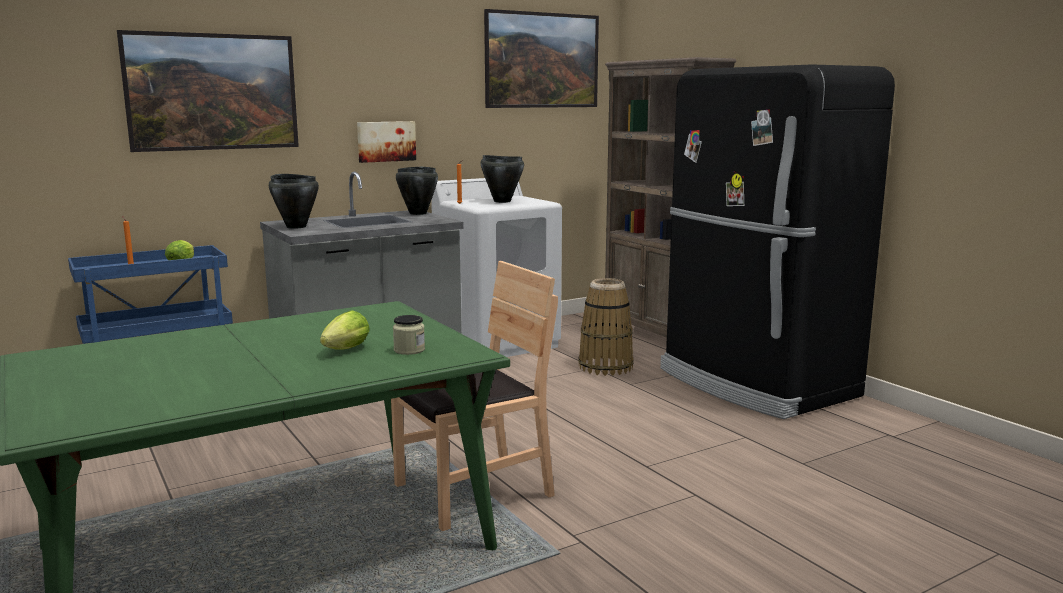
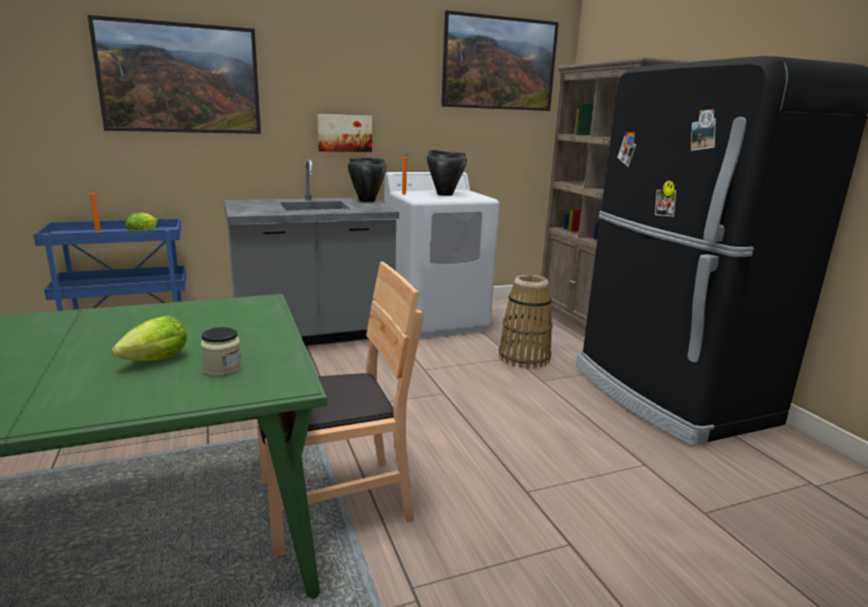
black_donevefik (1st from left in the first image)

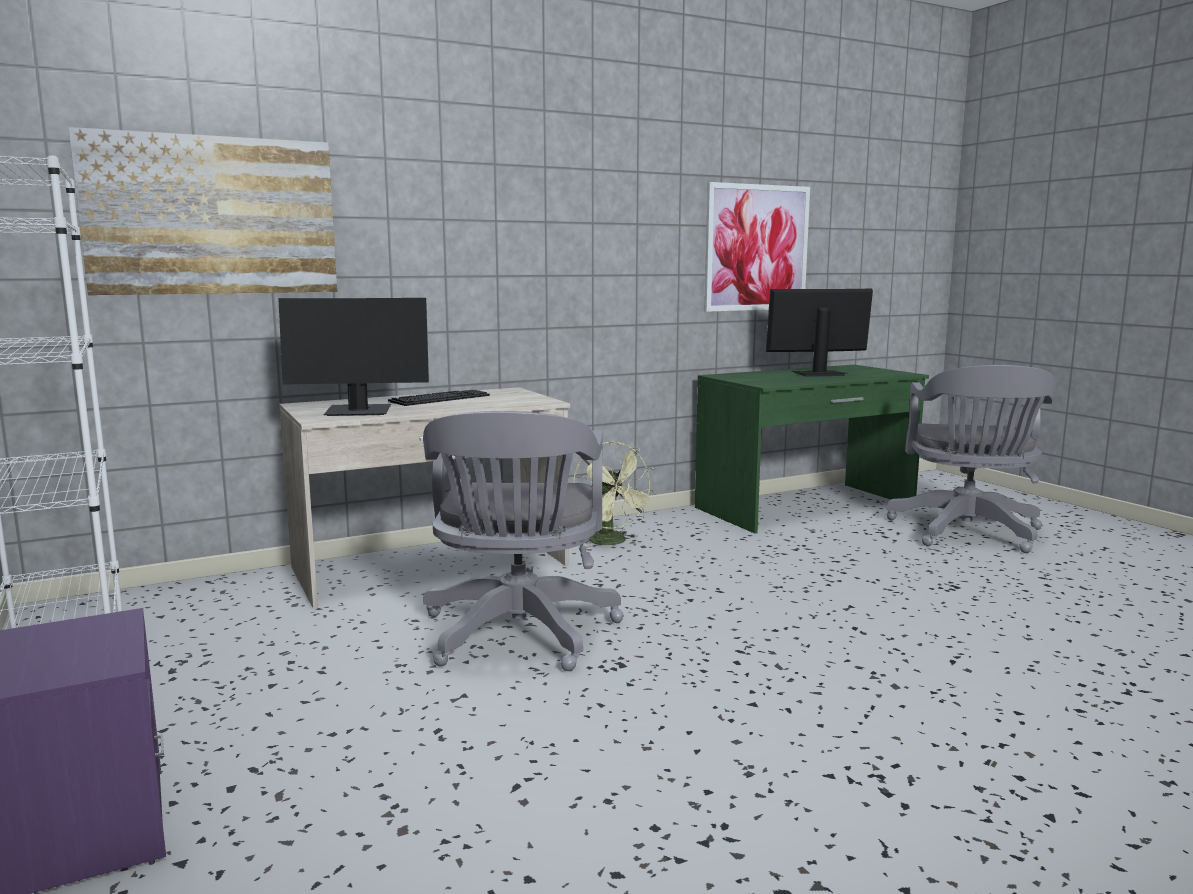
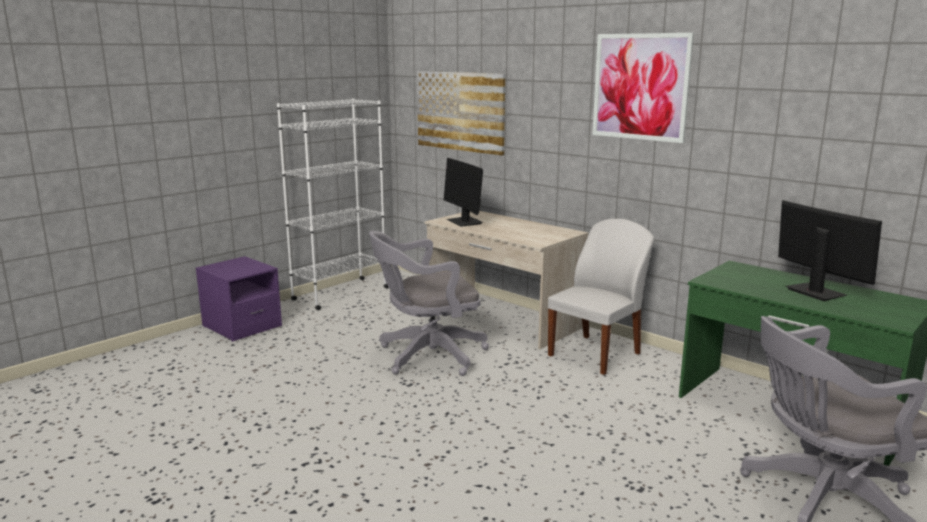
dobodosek (2nd from left)
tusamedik
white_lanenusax

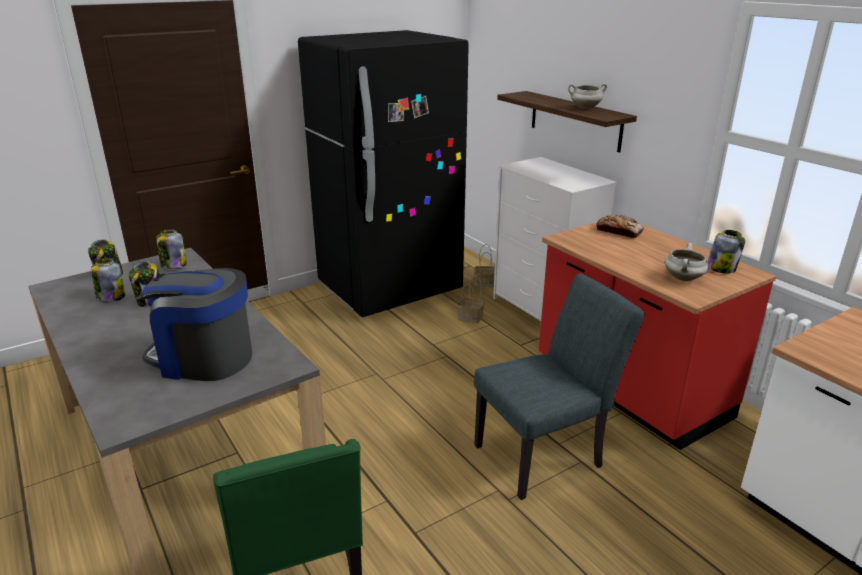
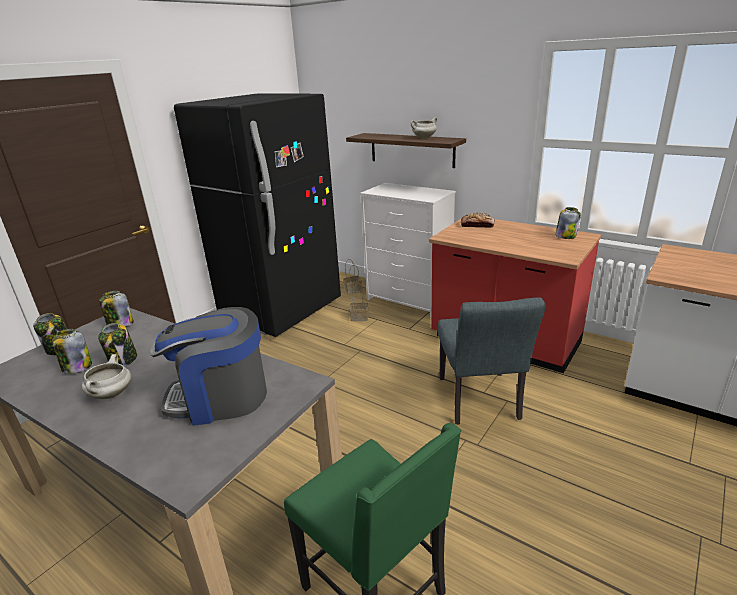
white_donevefik (1st from left)
grey_lanenusax

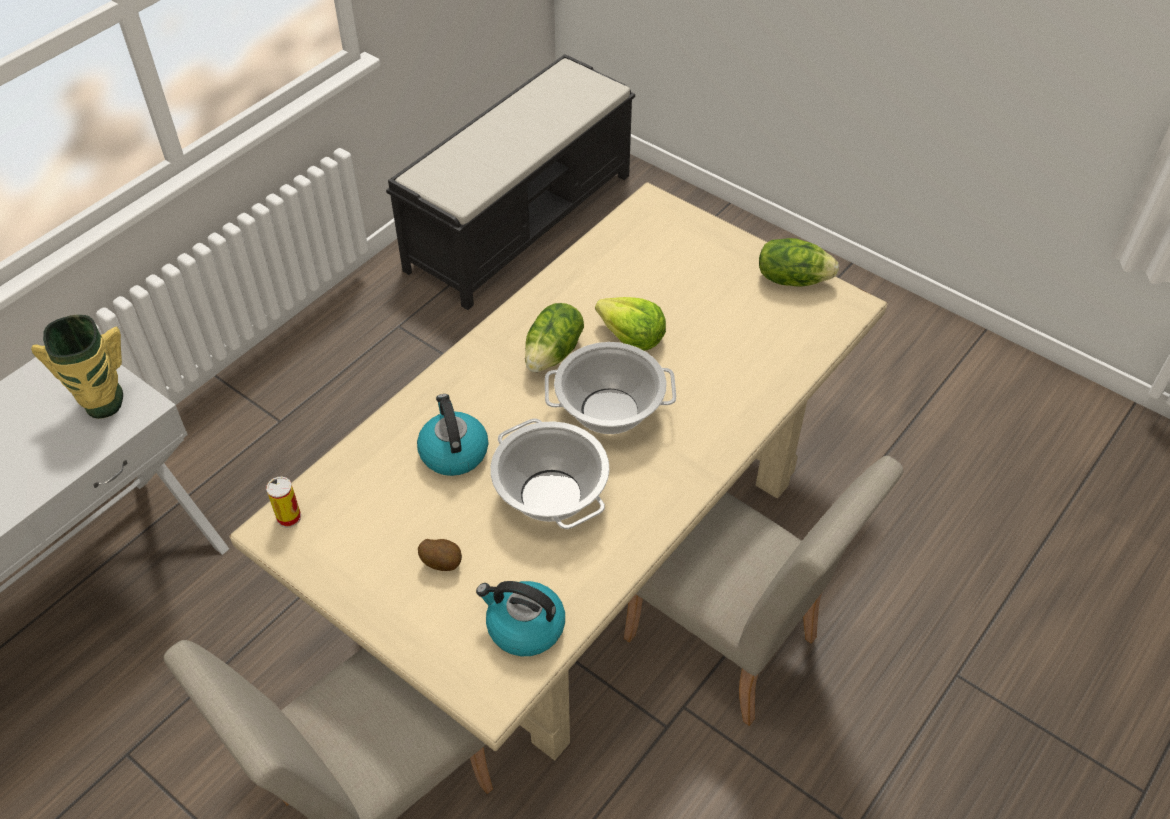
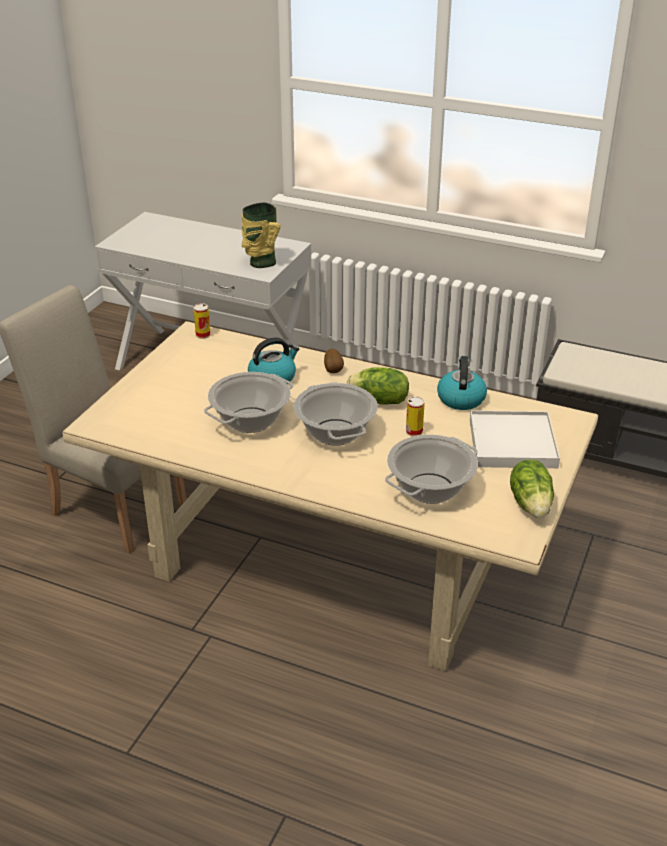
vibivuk (2nd from left)
beige_lanenusax (2nd from left in the first image)
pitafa
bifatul (2nd from left)
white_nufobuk
donevefik (3rd from left)

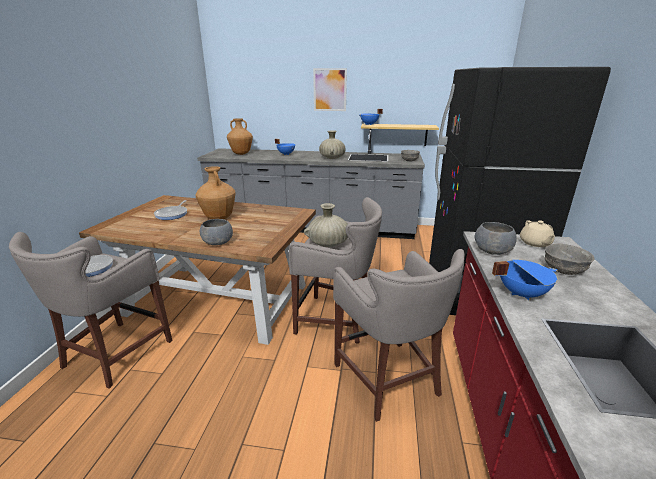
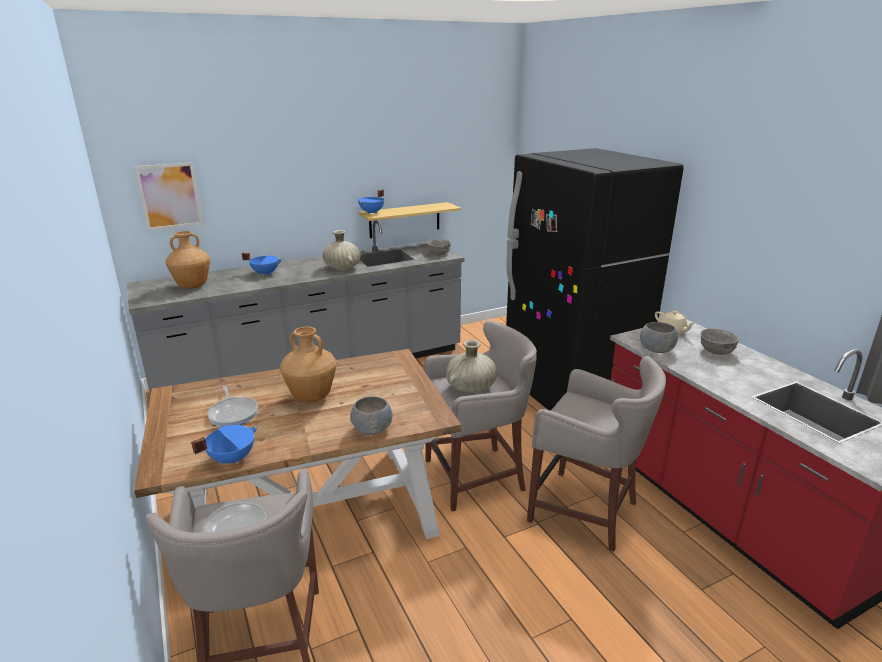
dobodosek
blue_donevefik (1st from left)

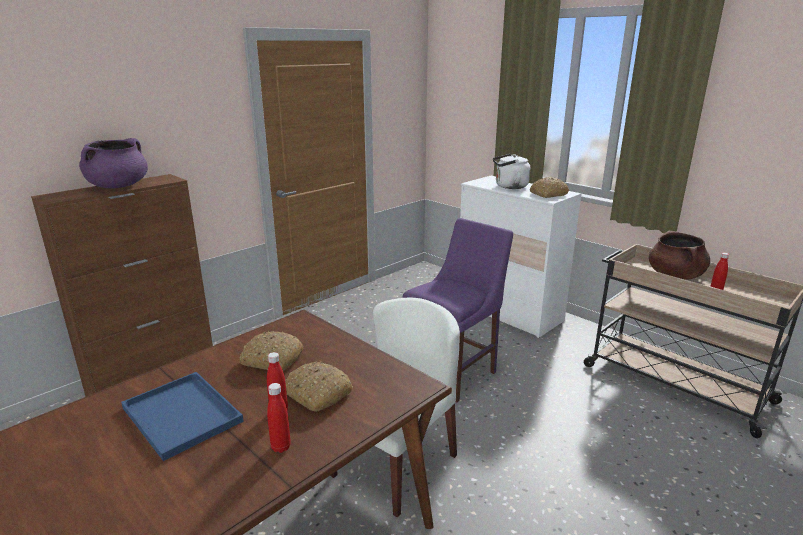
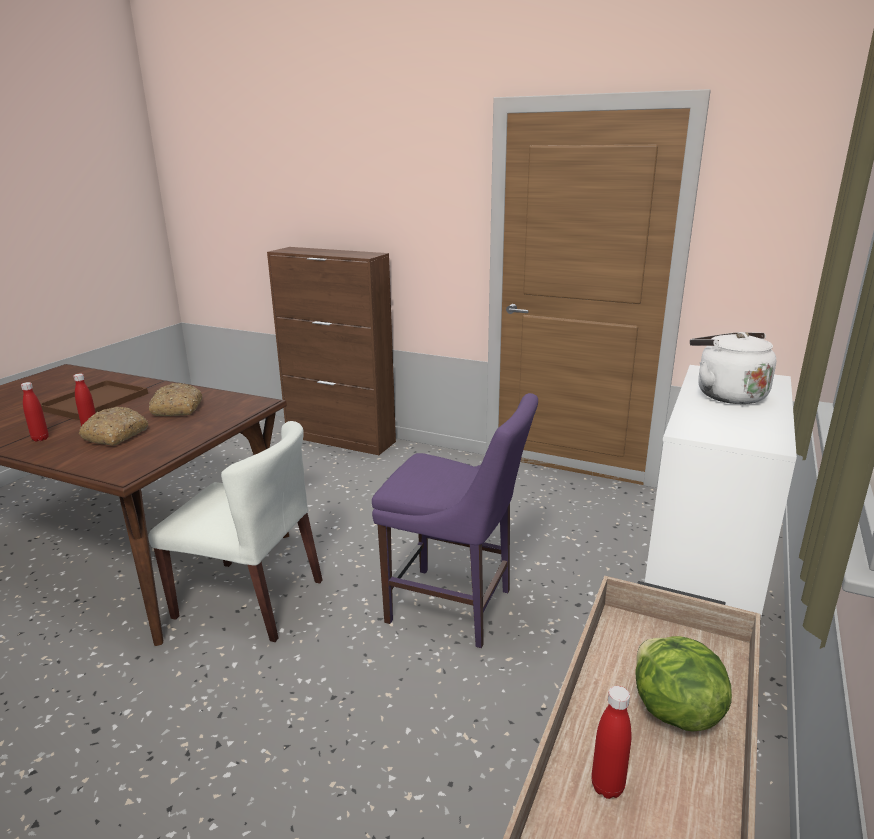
purple_donevefik
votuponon (3rd from left in the first image)
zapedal
brown_nufobuk

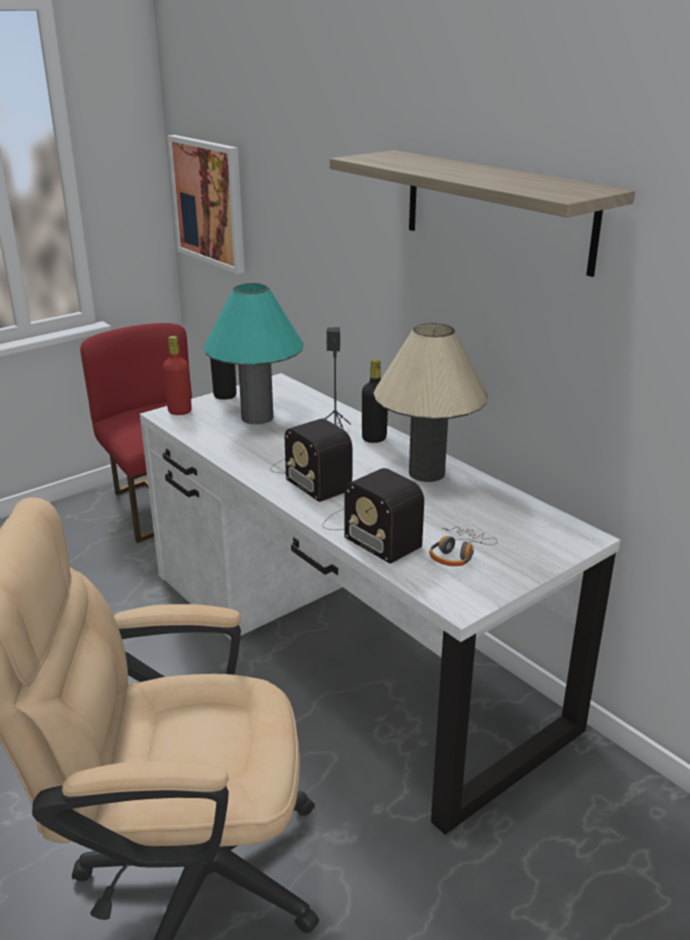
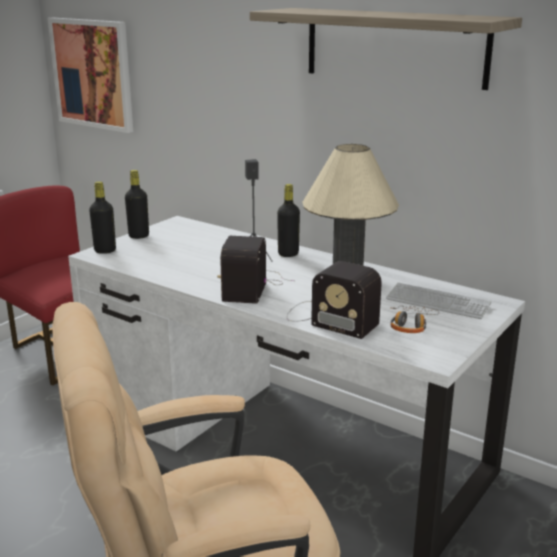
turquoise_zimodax
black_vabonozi (1st from left)
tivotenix (1st from left)
tusamedik

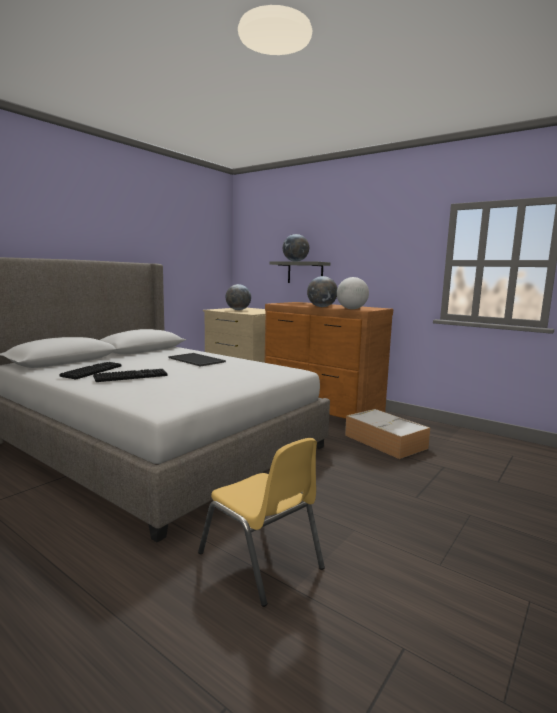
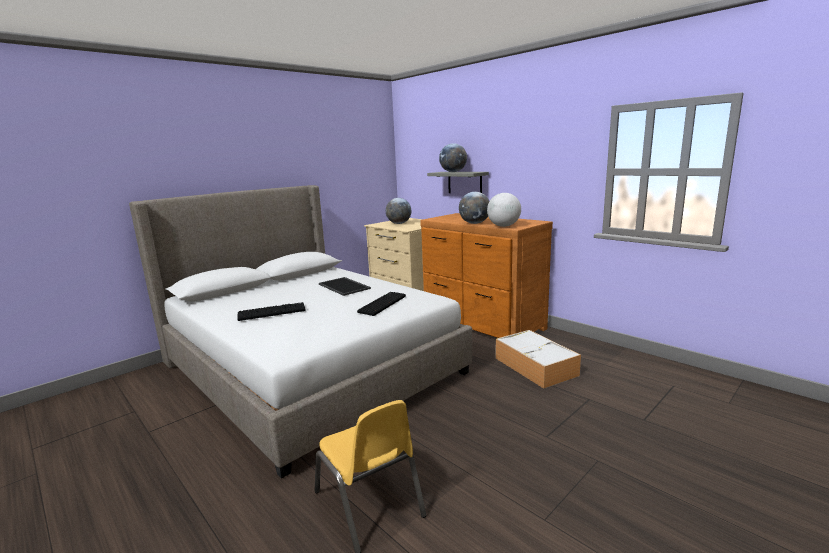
tusamedik (2nd from left)

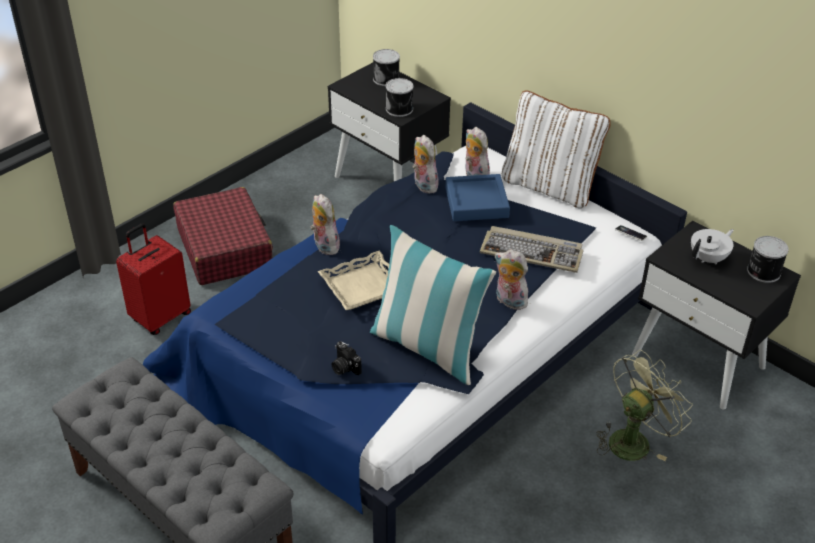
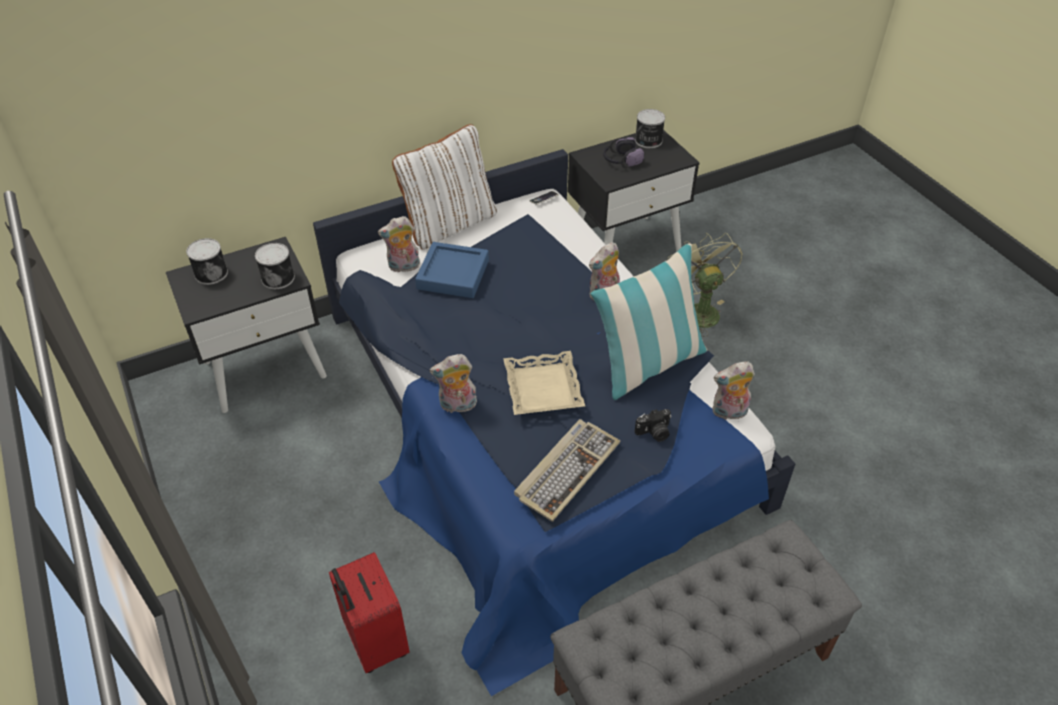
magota (4th from left)
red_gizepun (2nd from left in the first image)
tusamedik
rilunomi

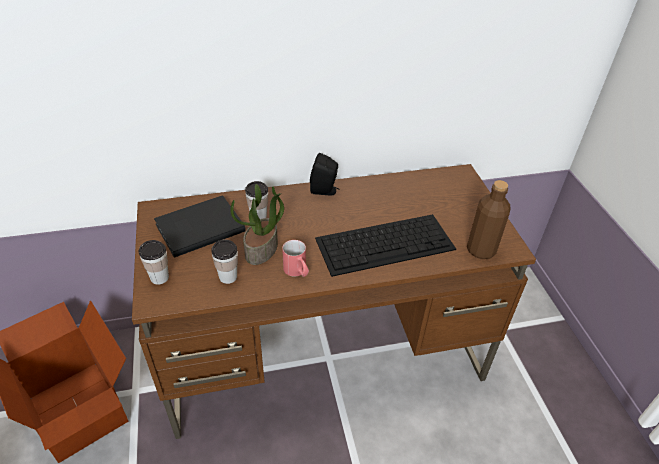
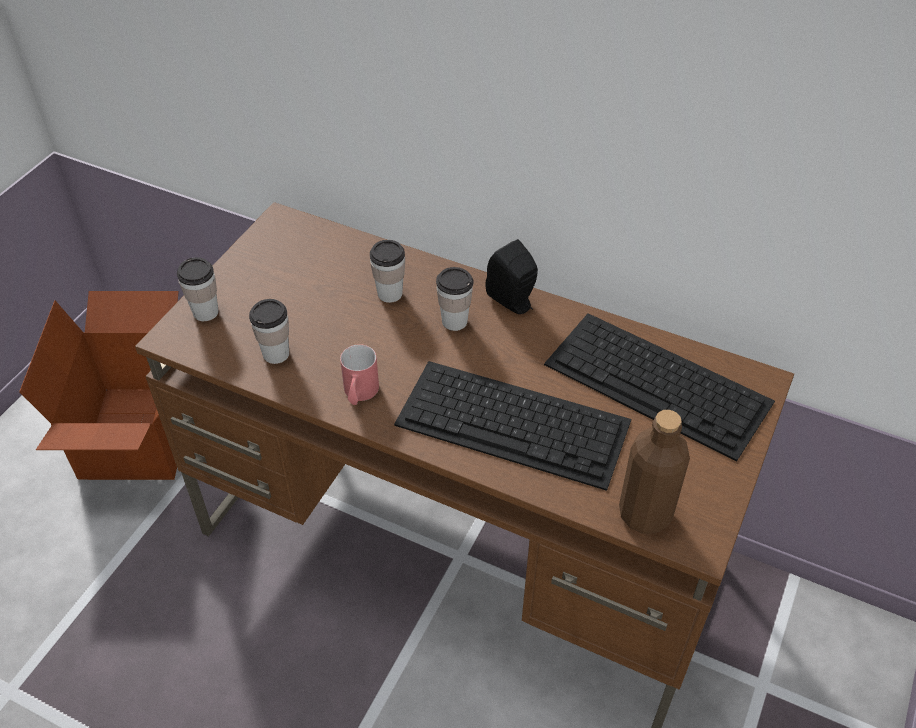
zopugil
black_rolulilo
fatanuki (4th from left)
tusamedik (2nd from left)

